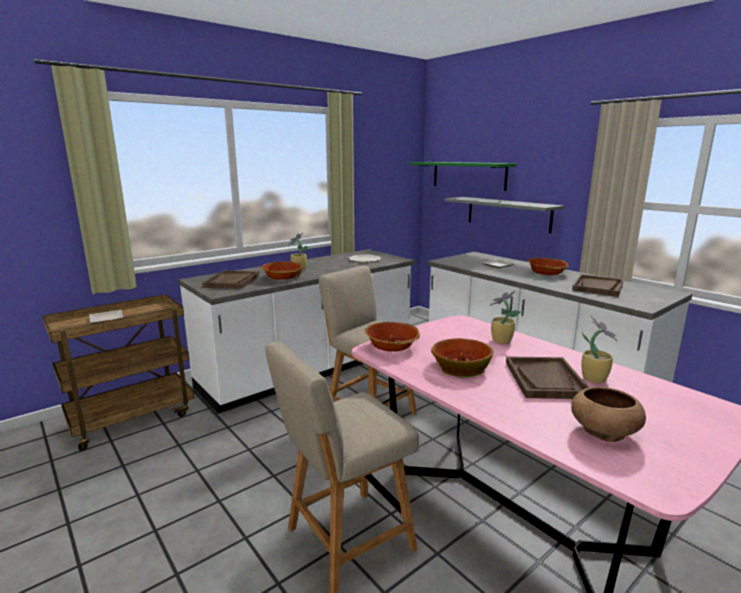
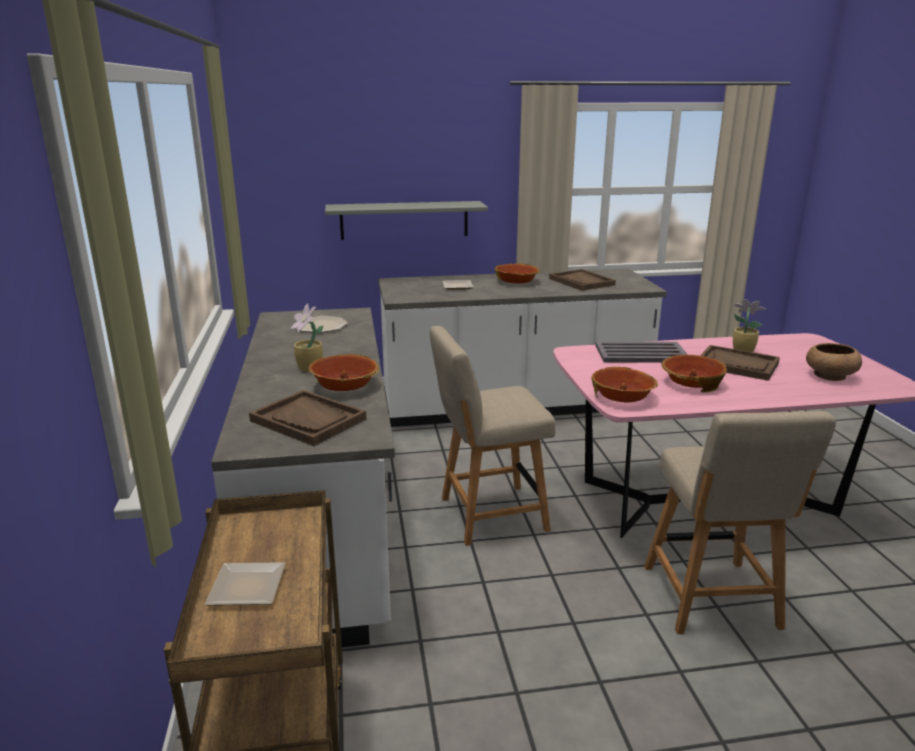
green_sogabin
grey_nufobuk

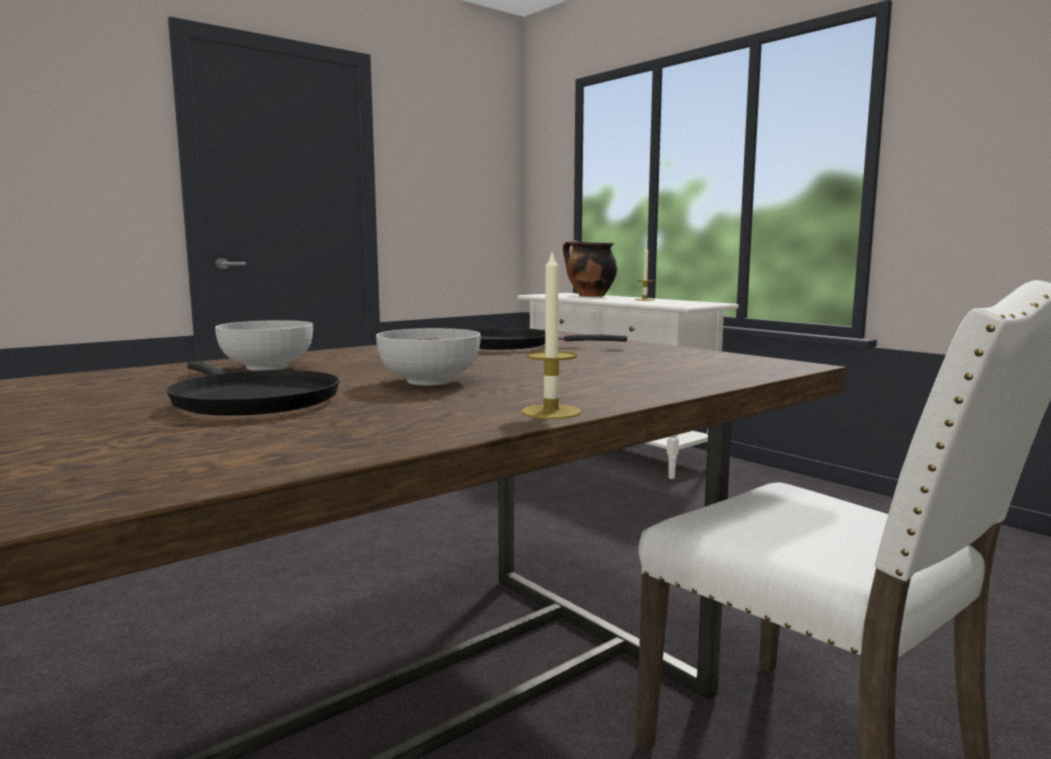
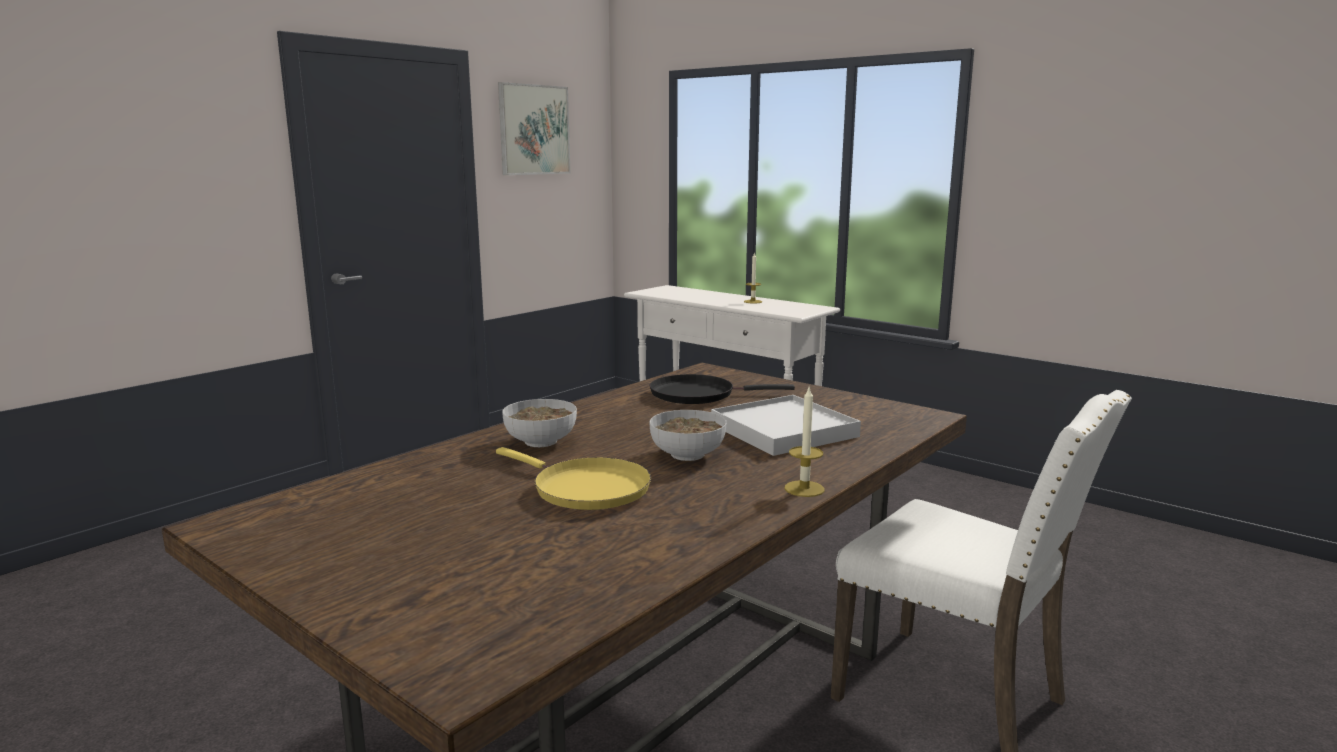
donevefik
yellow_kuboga
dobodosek
white_nufobuk

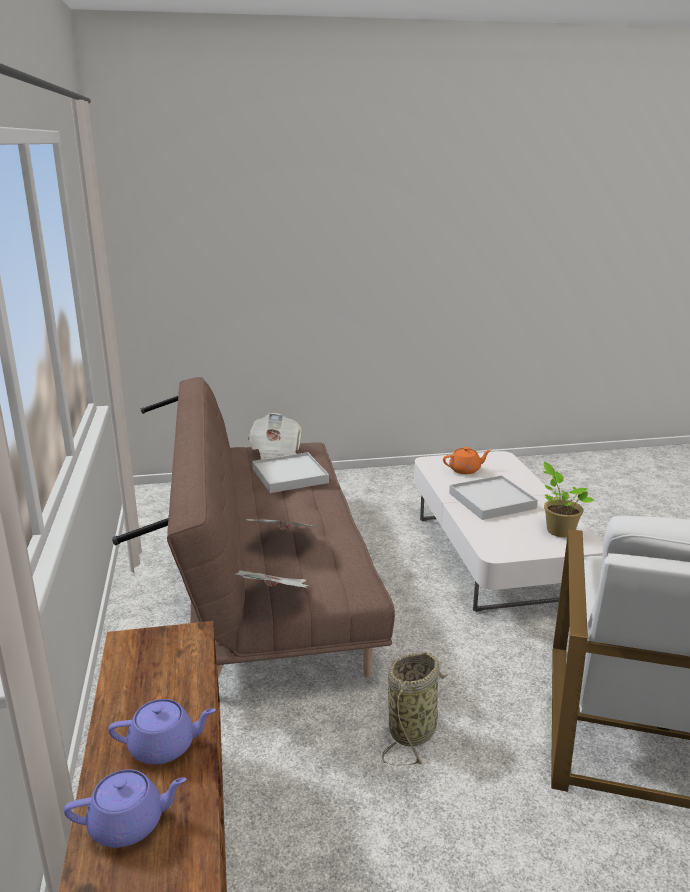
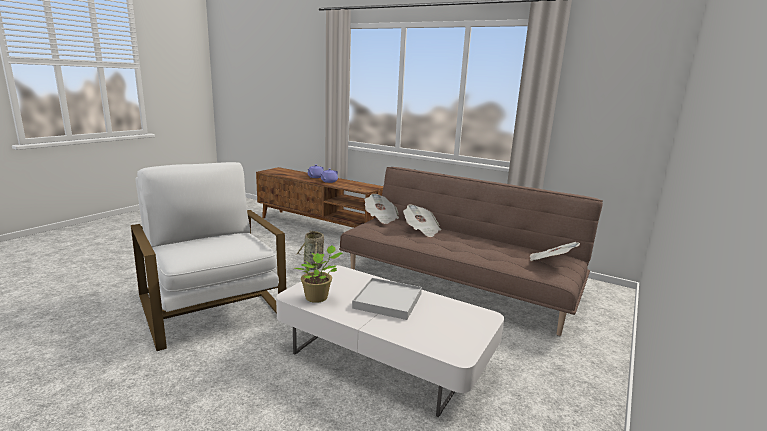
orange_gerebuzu
white_nufobuk (1st from left in the first image)

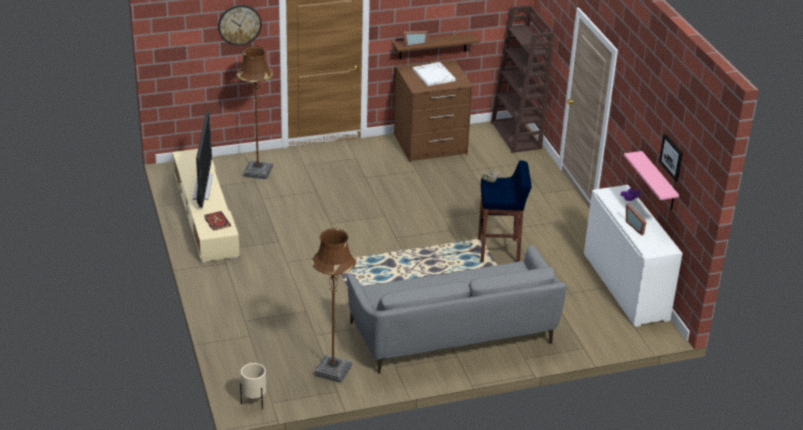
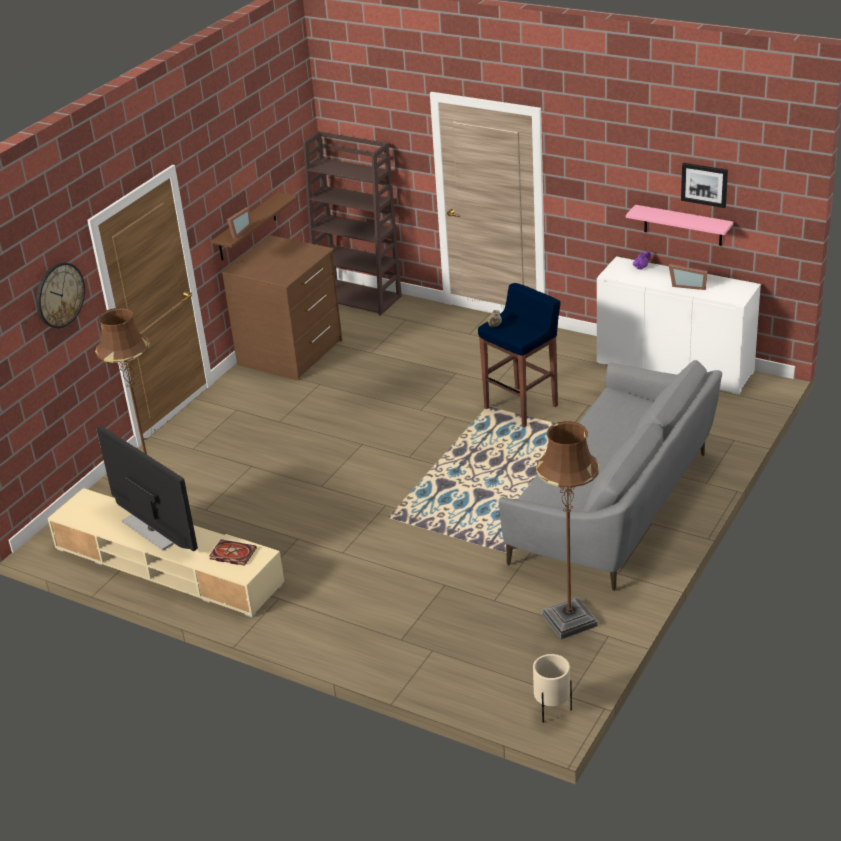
white_nufobuk

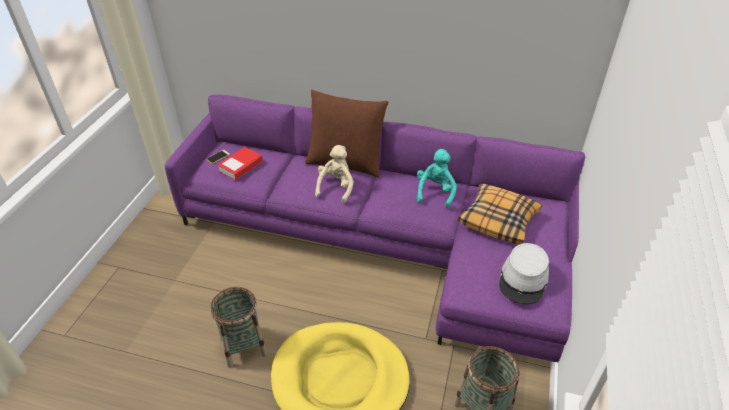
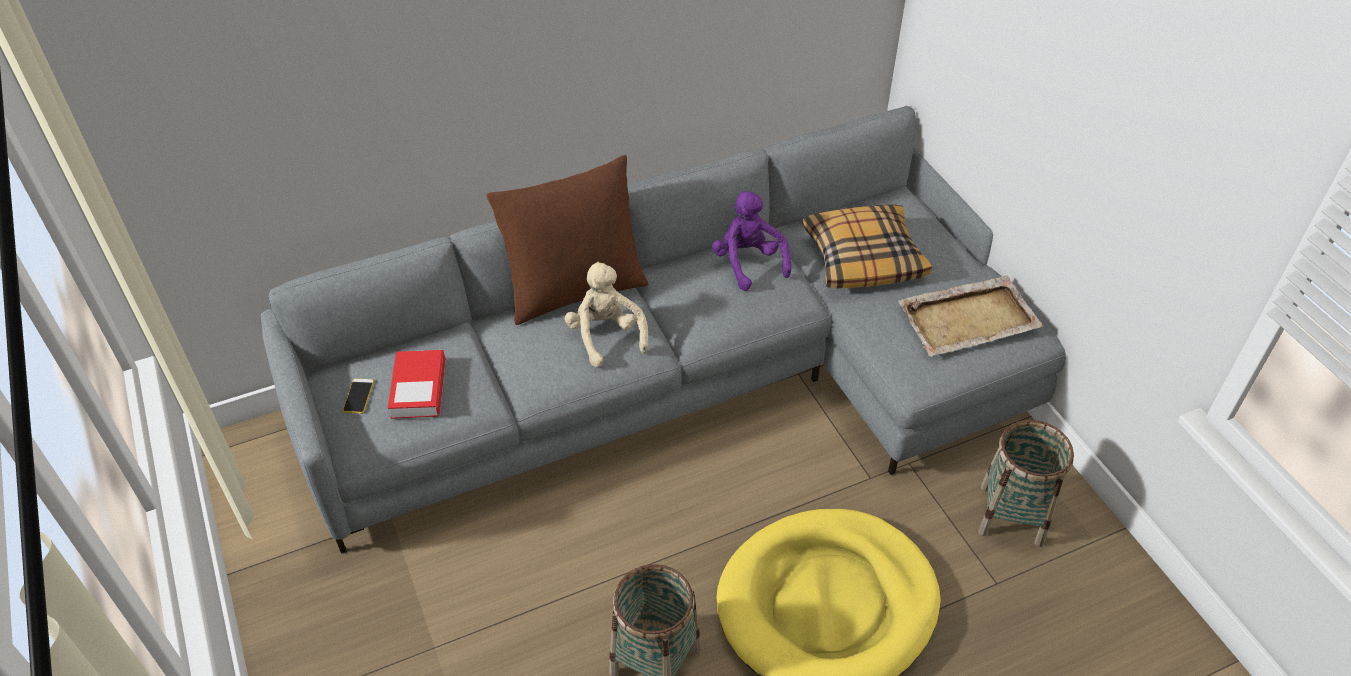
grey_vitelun
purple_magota
beige_nufobuk

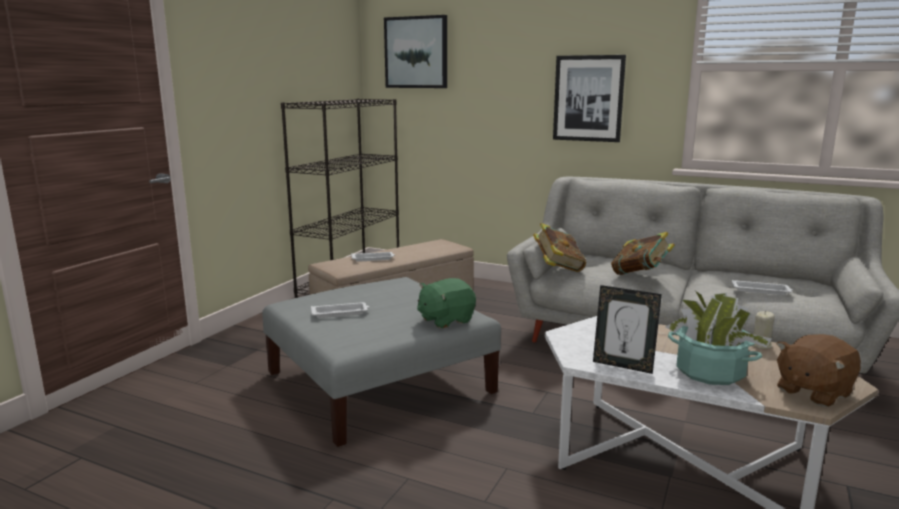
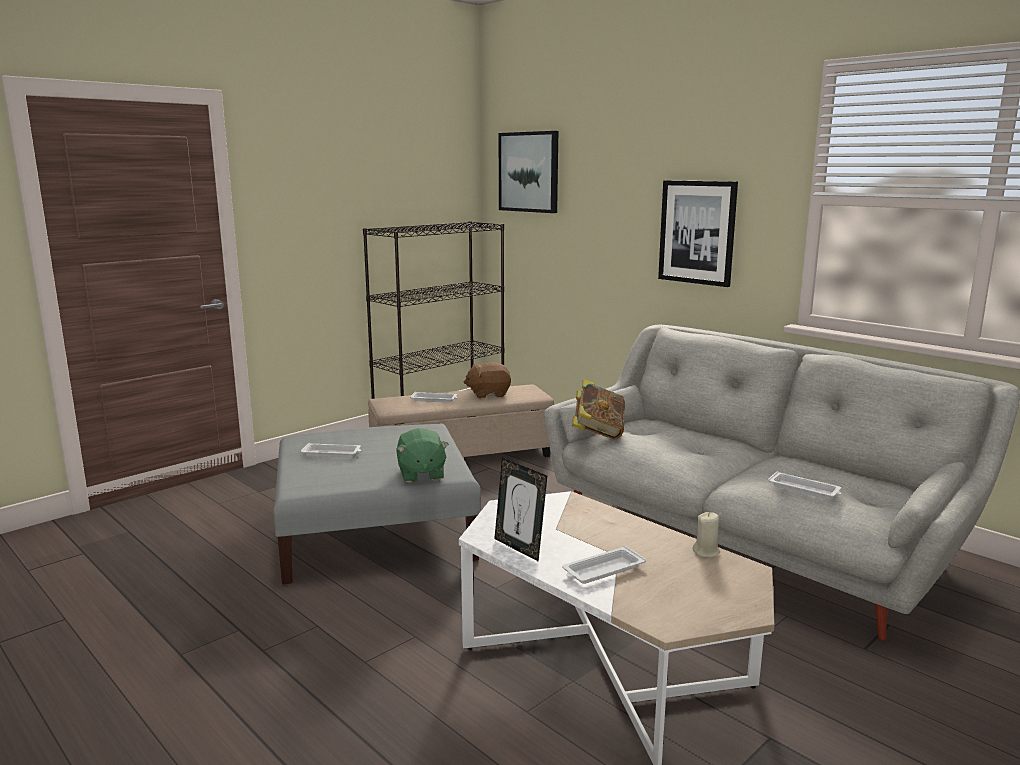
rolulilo (2nd from left in the first image)
green_magota
white_nufobuk (3rd from left)
brown_magota

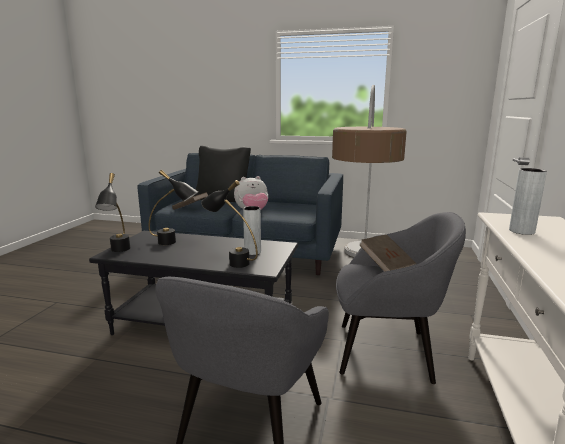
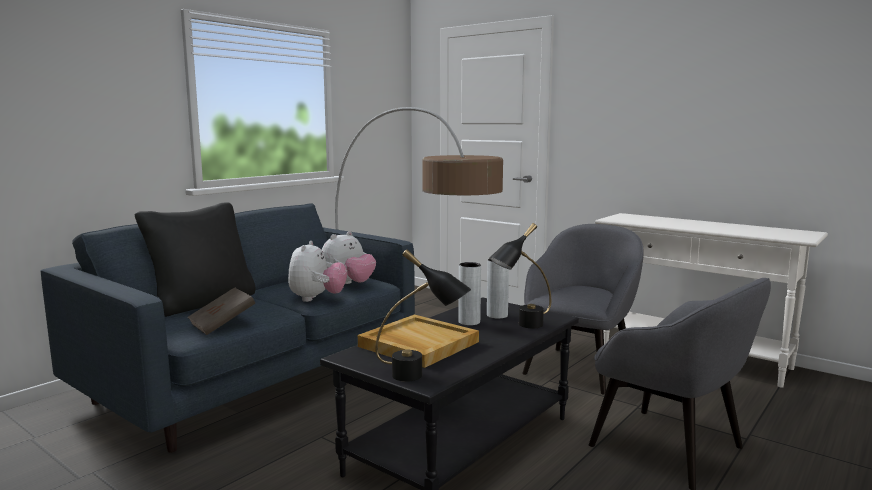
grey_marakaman (1st from left)
beige_nufobuk
brown_rolulilo (2nd from left in the first image)
magota (2nd from left)

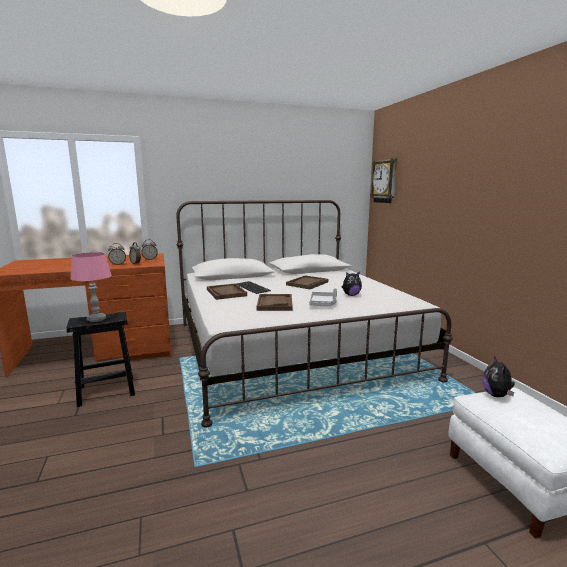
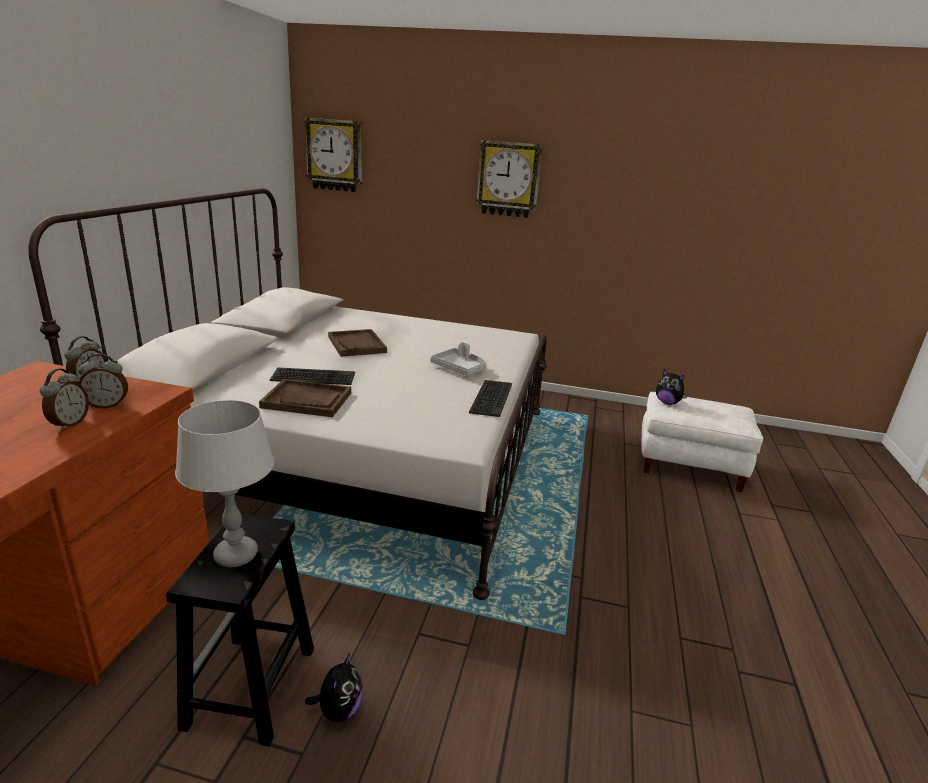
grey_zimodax
magota (1st from left)
brown_nufobuk (2nd from left in the first image)
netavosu (2nd from left)
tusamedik (2nd from left)

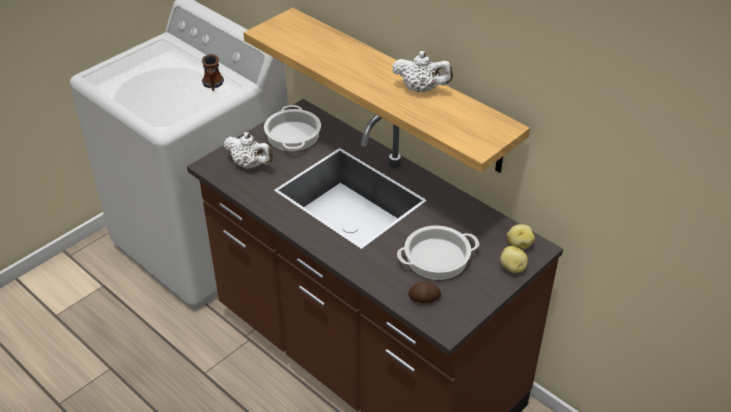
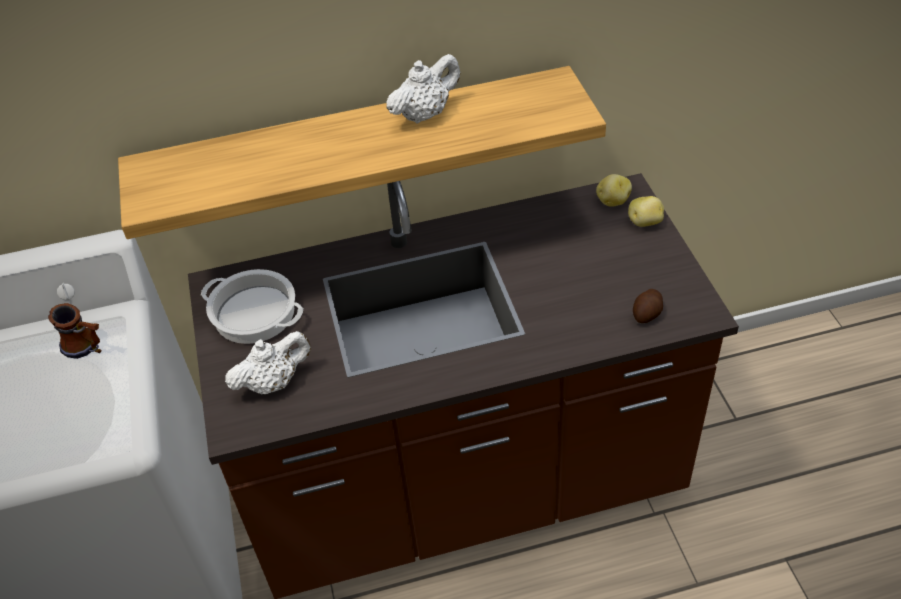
donevefik (2nd from left in the first image)

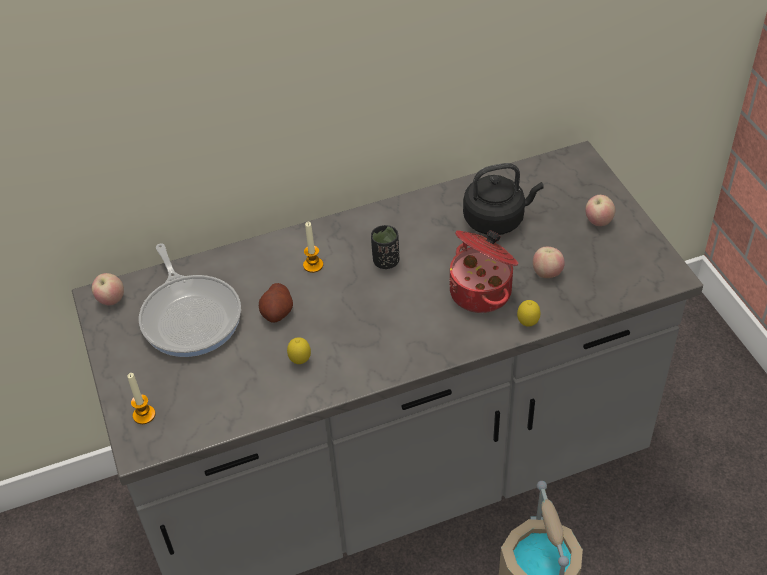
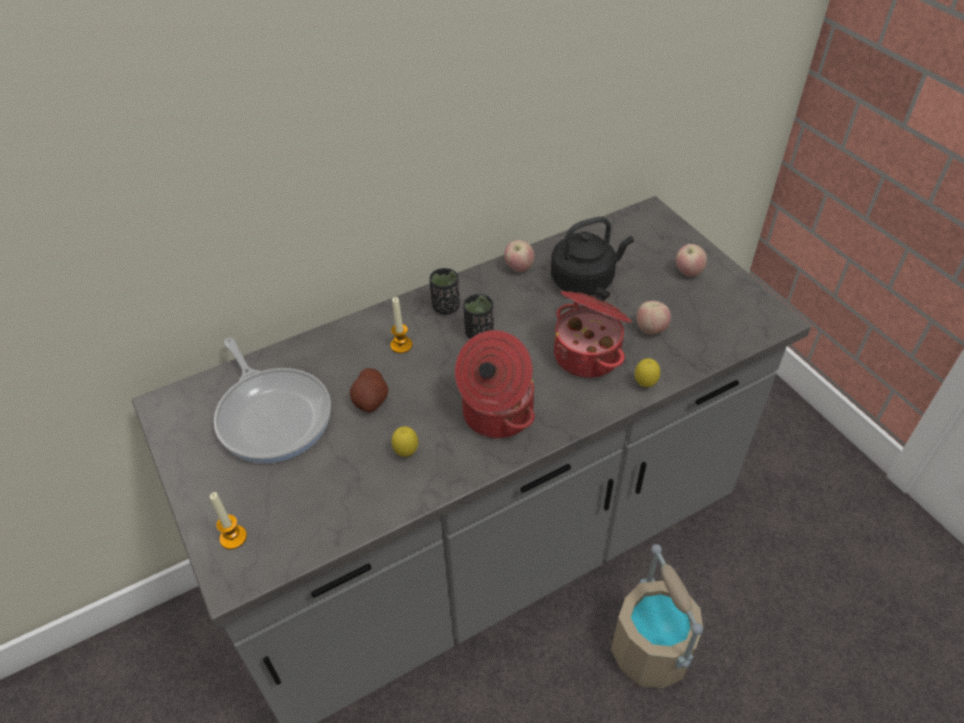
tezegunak (1st from left)
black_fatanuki (1st from left)
donevefik (1st from left)

